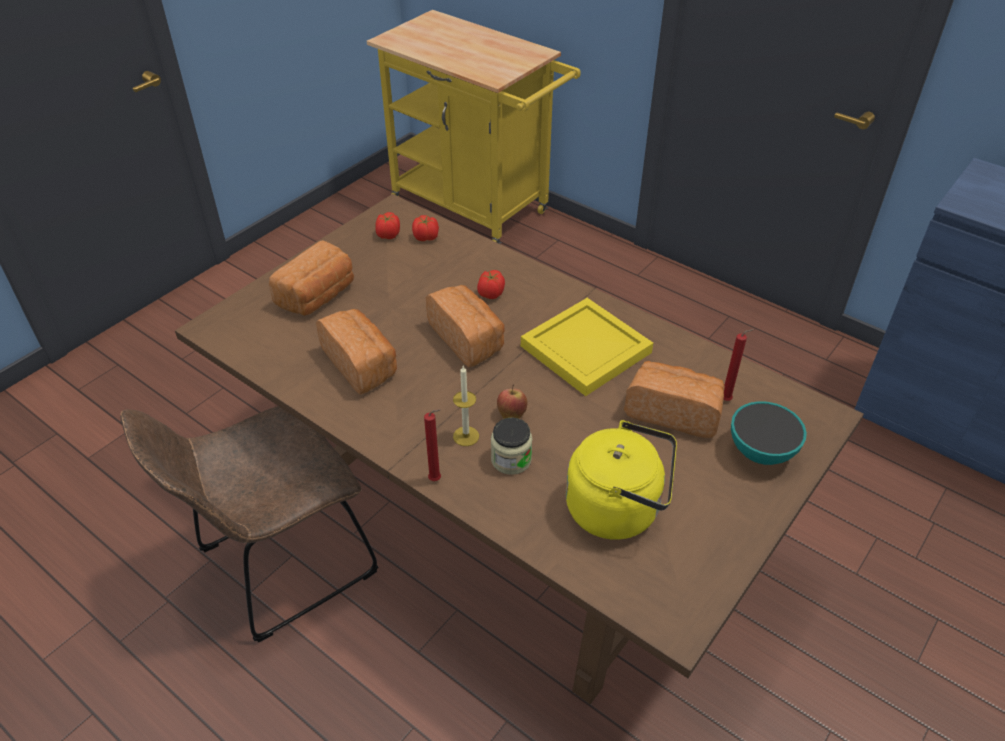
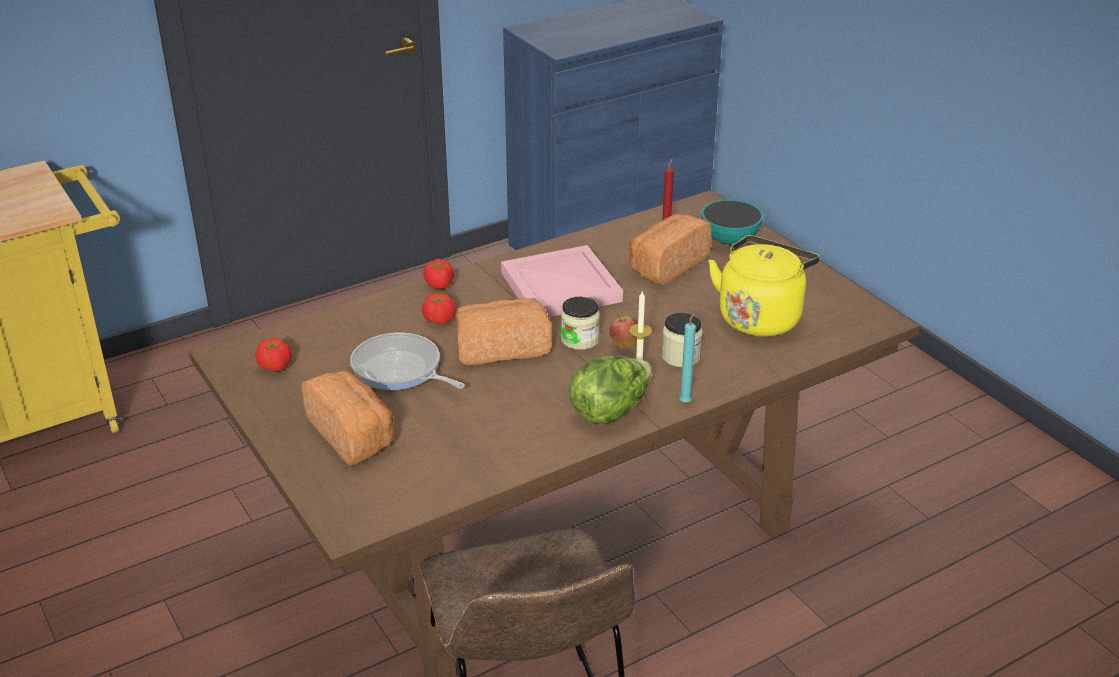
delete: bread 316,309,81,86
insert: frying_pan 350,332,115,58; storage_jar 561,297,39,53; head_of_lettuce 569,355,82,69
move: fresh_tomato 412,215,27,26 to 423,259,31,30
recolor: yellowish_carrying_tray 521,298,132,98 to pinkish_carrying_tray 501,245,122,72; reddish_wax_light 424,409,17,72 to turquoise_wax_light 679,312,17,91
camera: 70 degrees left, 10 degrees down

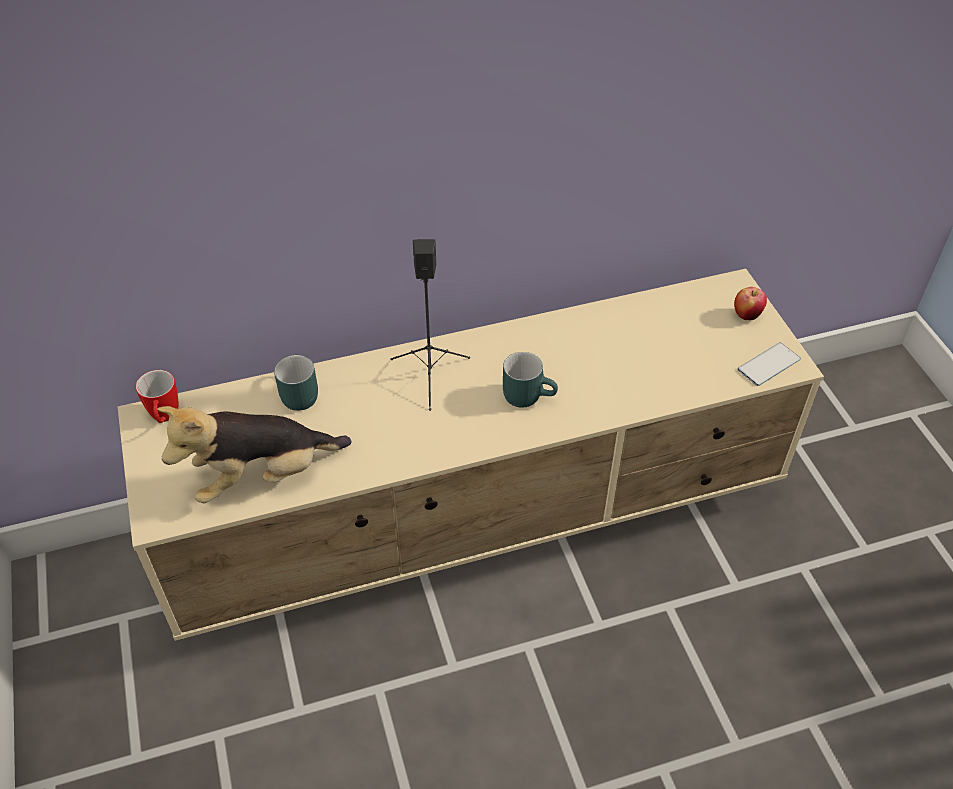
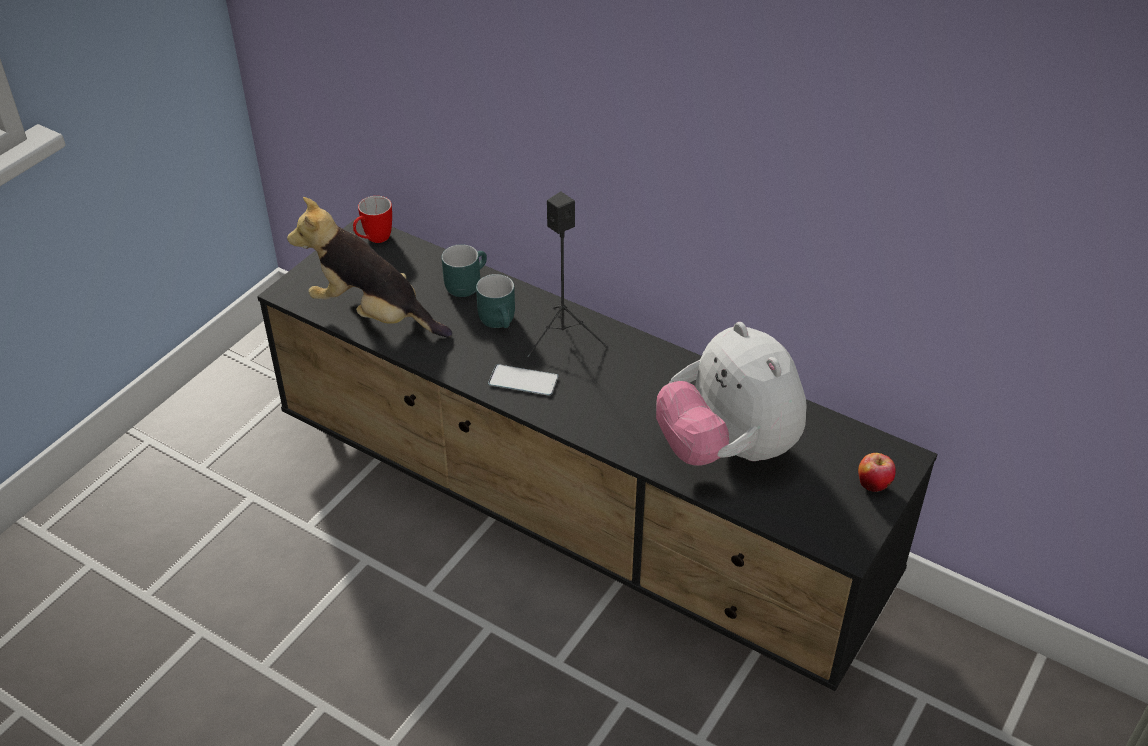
insert: cuddly_toy 656,322,151,144
move: turquoise_mug 503,352,55,56 to 476,274,39,54; handset 737,343,64,43 to 488,364,70,32
recolor: beige-coloured_tv_unit 118,269,706,372 to black_tv_unit 257,215,681,476
camera: 50 degrees right, 5 degrees down

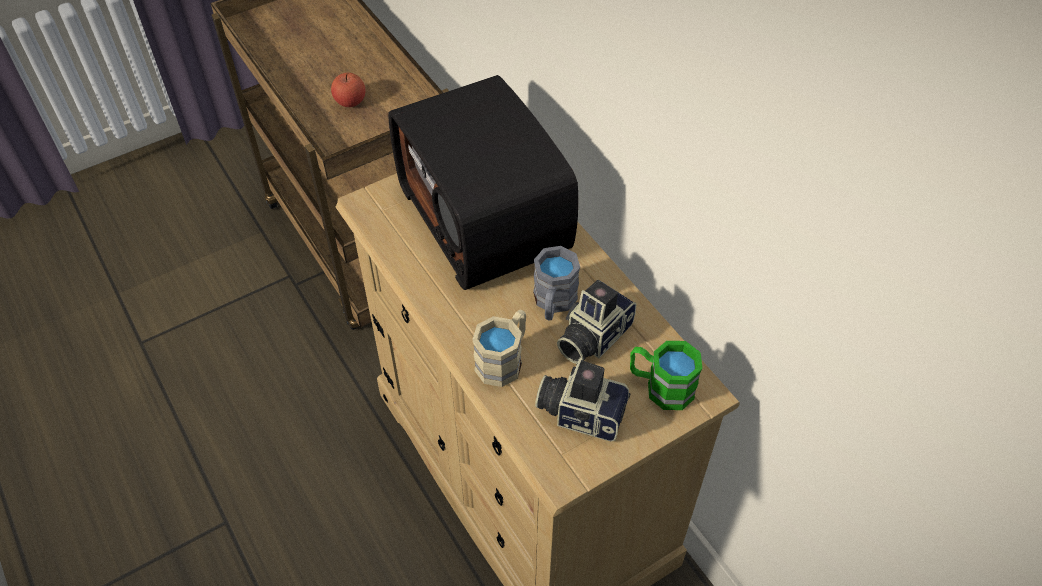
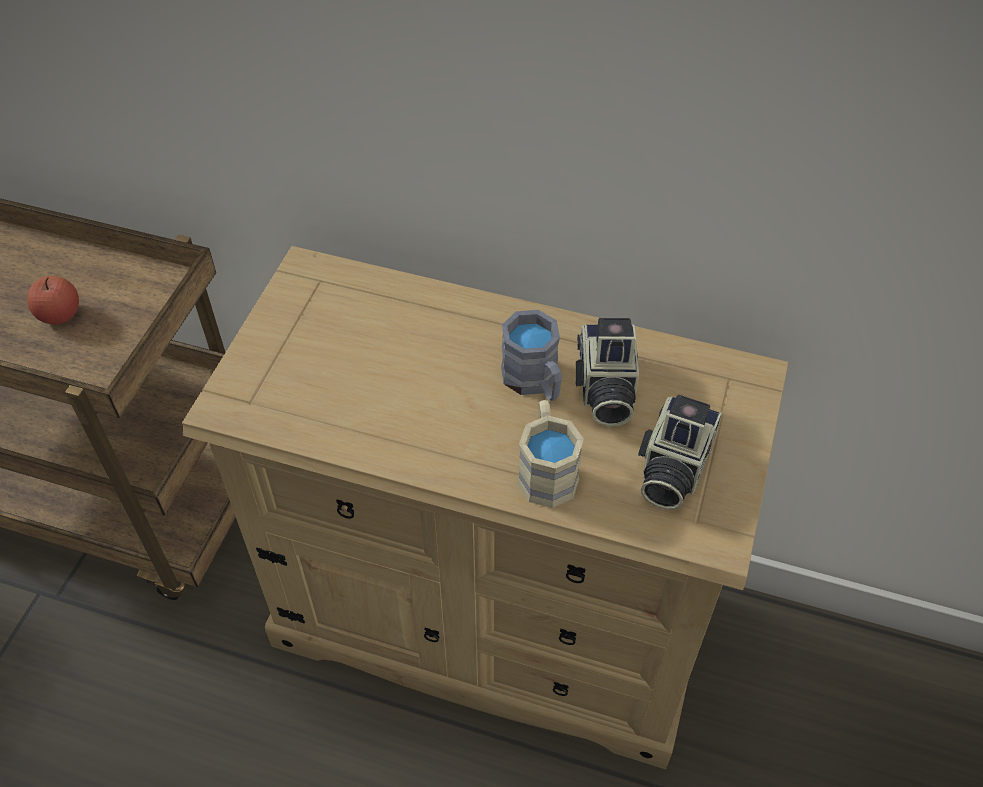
delete: radio_set 388,75,190,215; green-coloured_mug 630,341,72,69
rotate: still_camera 535,357,96,85 = 638,395,84,115 45 degrees counterclockwise
camera: 40 degrees left, 0 degrees up

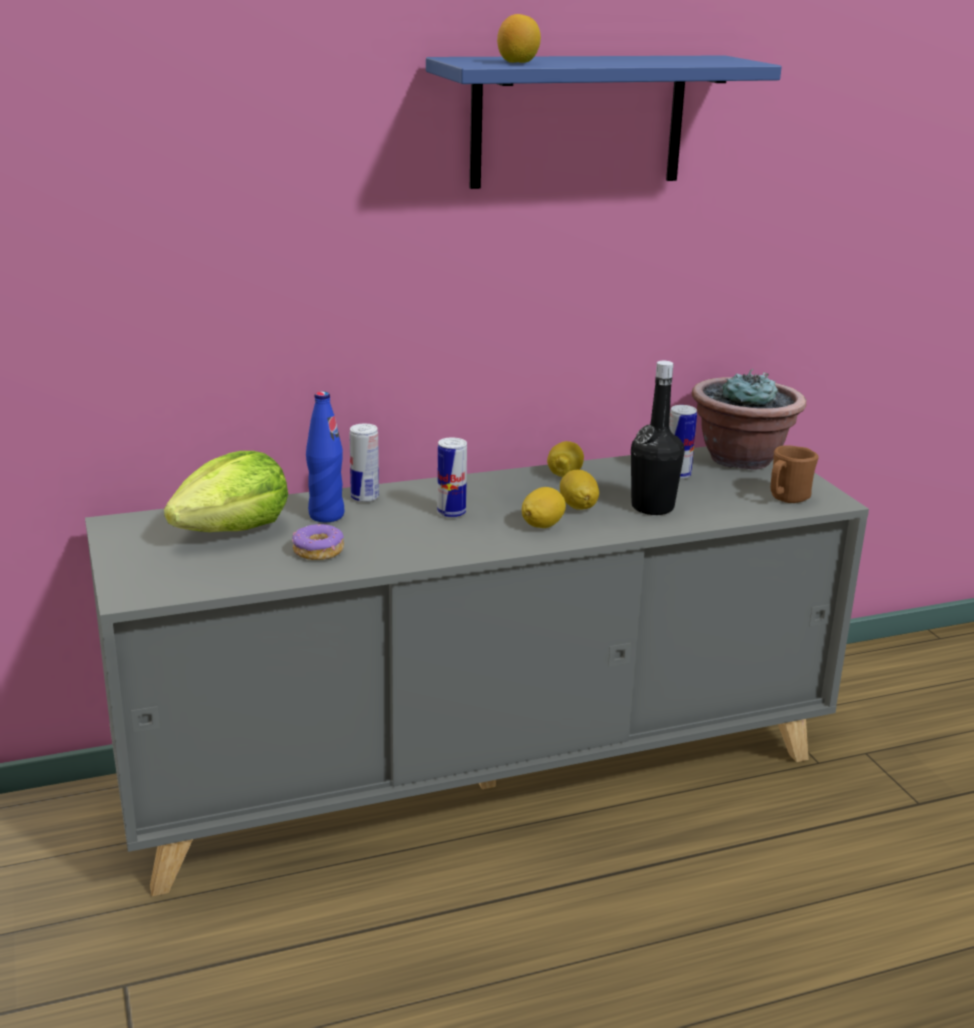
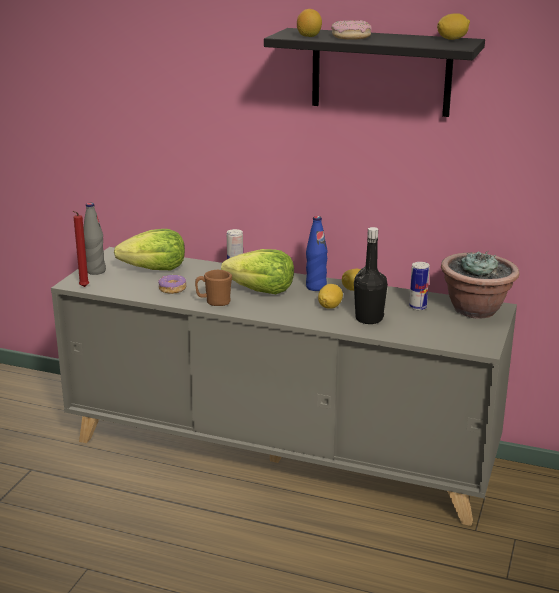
insert: reddish_wax_light 73,211,16,76; greyish_drink_bottle 83,203,23,72; donut 331,20,41,20
move: brown_mug 771,445,48,58 to 195,270,37,36; blue_drink_bottle 306,391,38,131 to 306,216,22,75; lemon 522,487,44,41 to 437,13,33,27
replace: can 437,437,30,81 to head_of_lettuce 221,249,73,45
recolor: blue_shelf 426,56,356,133 to black_shelf 264,28,221,89
camera: 40 degrees right, 0 degrees up

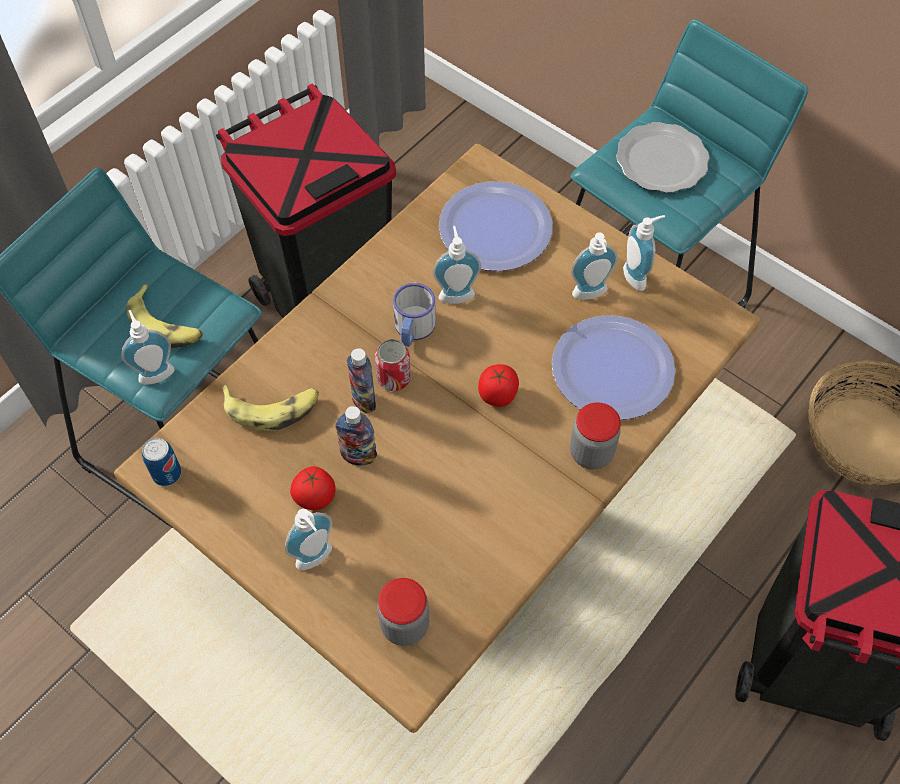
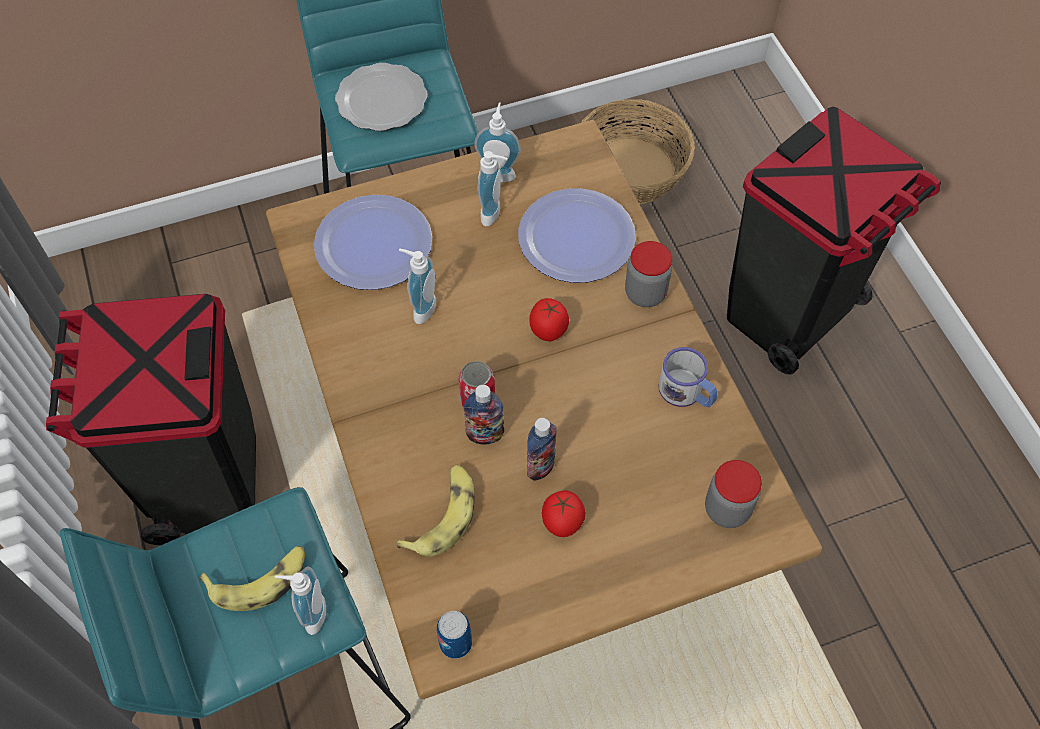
delete: liquid_soap_bottle 285,509,47,61
move: mug 393,283,43,64 to 659,347,58,60
camera: 60 degrees left, 0 degrees up

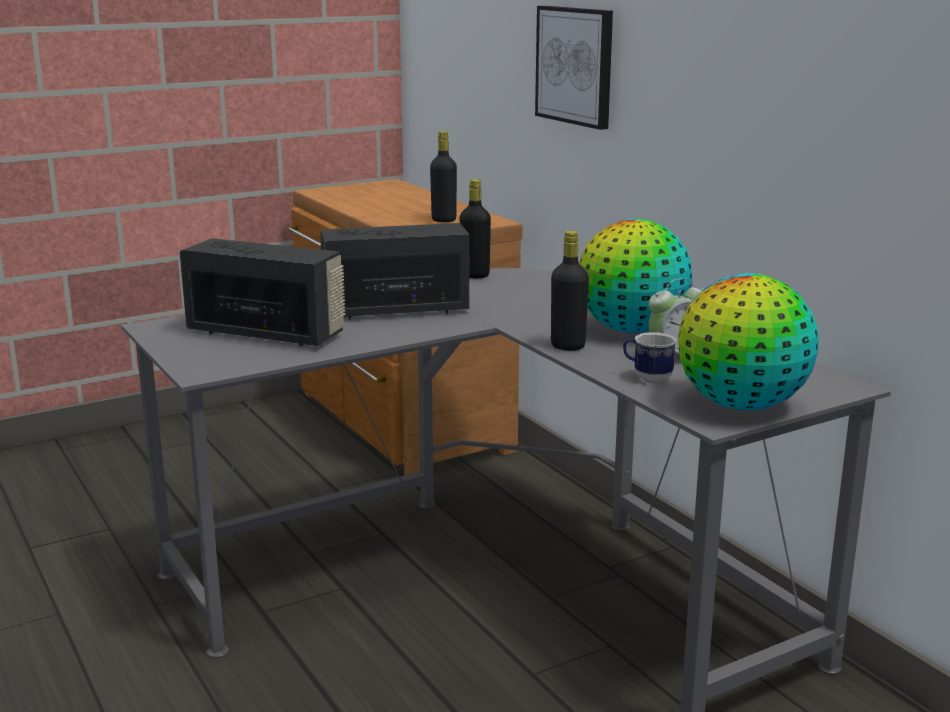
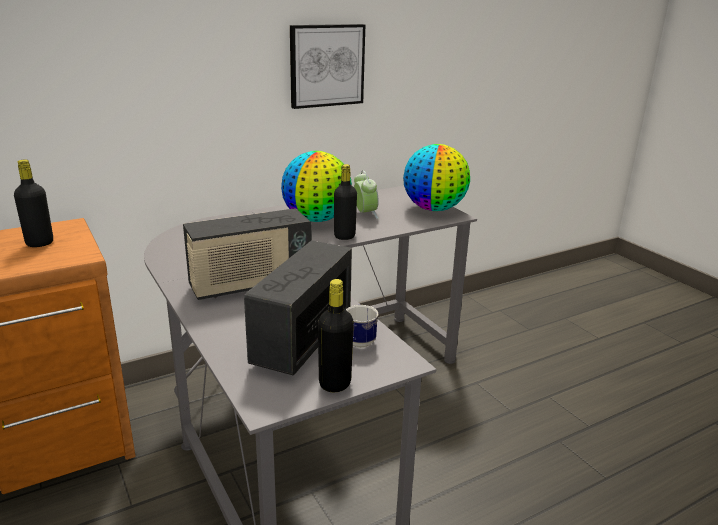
move: wall_picture 535,6,78,124 to 290,24,75,85; black_drink_bottle 460,179,31,99 to 318,279,36,113; mug 623,332,54,51 to 346,305,32,43
rotate: radio_set 320,223,149,97 = 183,208,129,92 105 degrees counterclockwise
camera: 90 degrees left, 5 degrees up

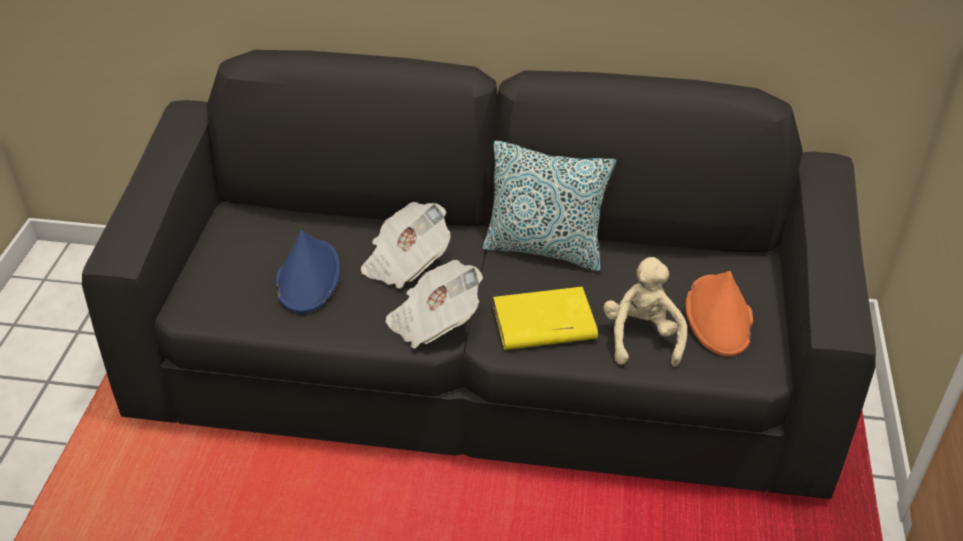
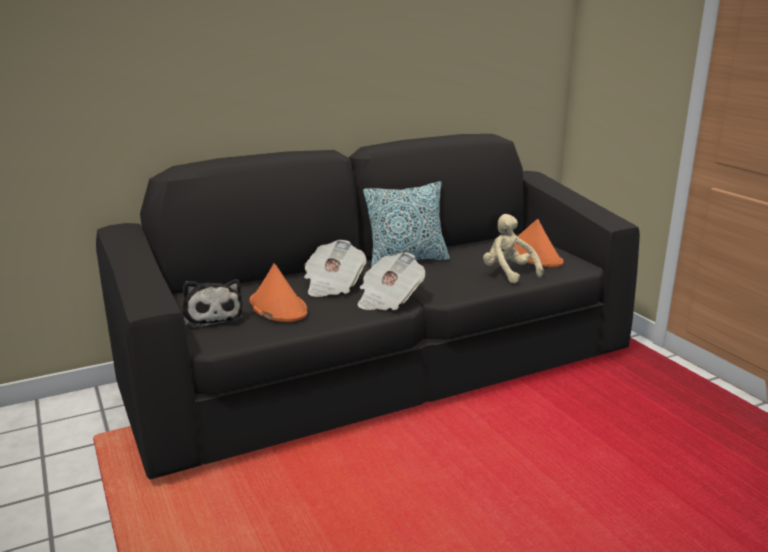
delete: yellowish_book 493,286,105,64
insert: cuddly_toy 183,279,60,50
recolor: blue_clothing_hat 276,230,64,83 to orange_clothing_hat 250,263,58,59
camera: 35 degrees left, 20 degrees down

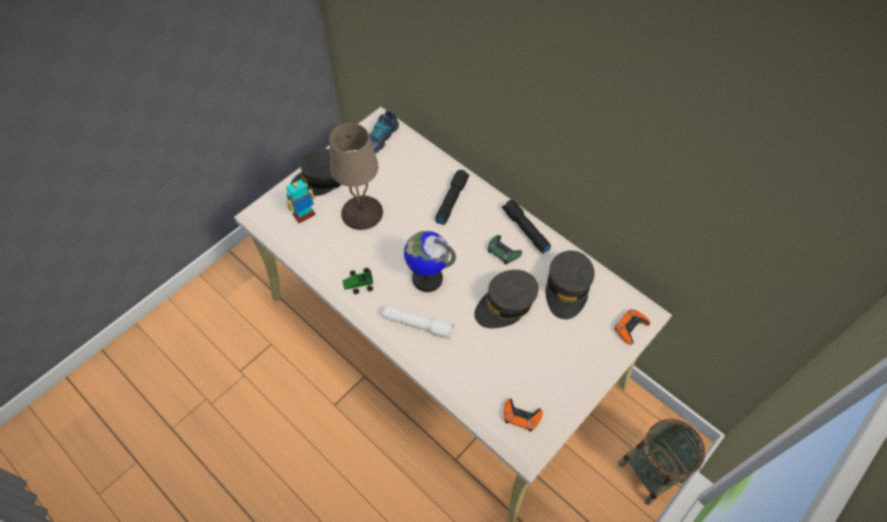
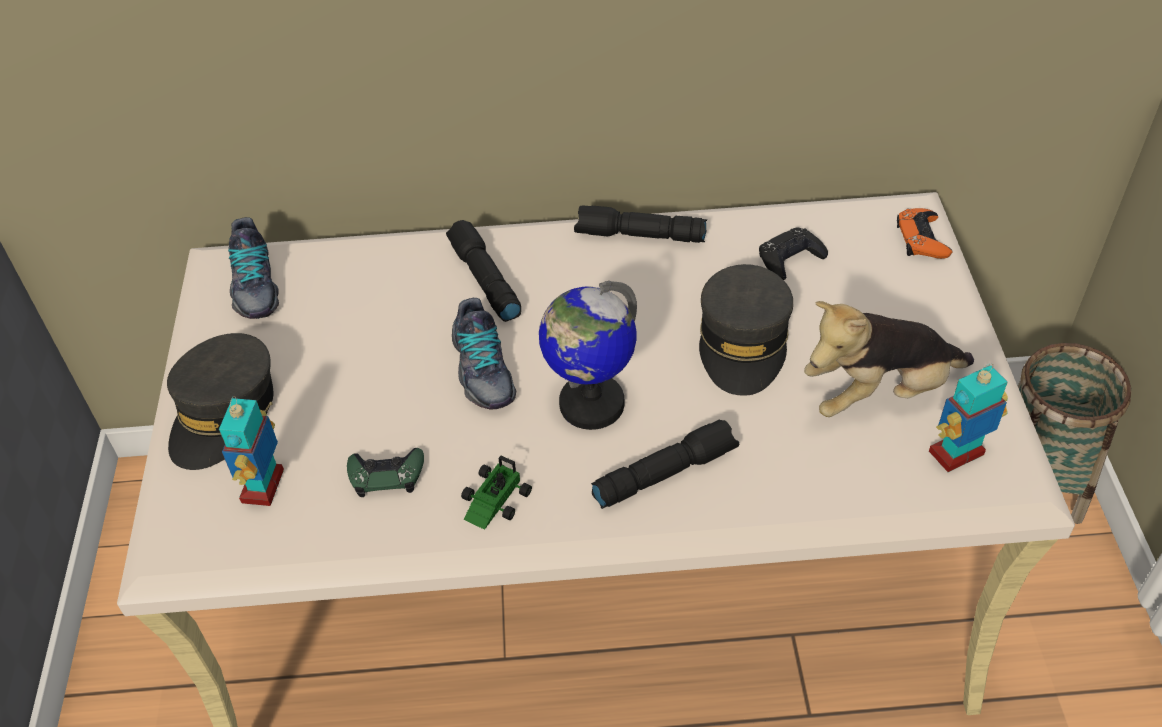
delete: beige-coloured_table_lamp 330,123,53,107
insert: item_of_footwear 452,298,64,111; cuddly_toy 804,301,170,116
move: green-coloured_gamepad 488,235,34,30 to 347,448,77,49
replace: greyish_baseball_cap 545,250,50,69 to black_gamepad 759,227,69,53; orange_gamepad 504,398,39,33 to robot_figure 929,364,79,108
recolor: white_hand_torch 382,306,73,33 to black_hand_torch 591,420,148,89
camera: 45 degrees left, 10 degrees down

